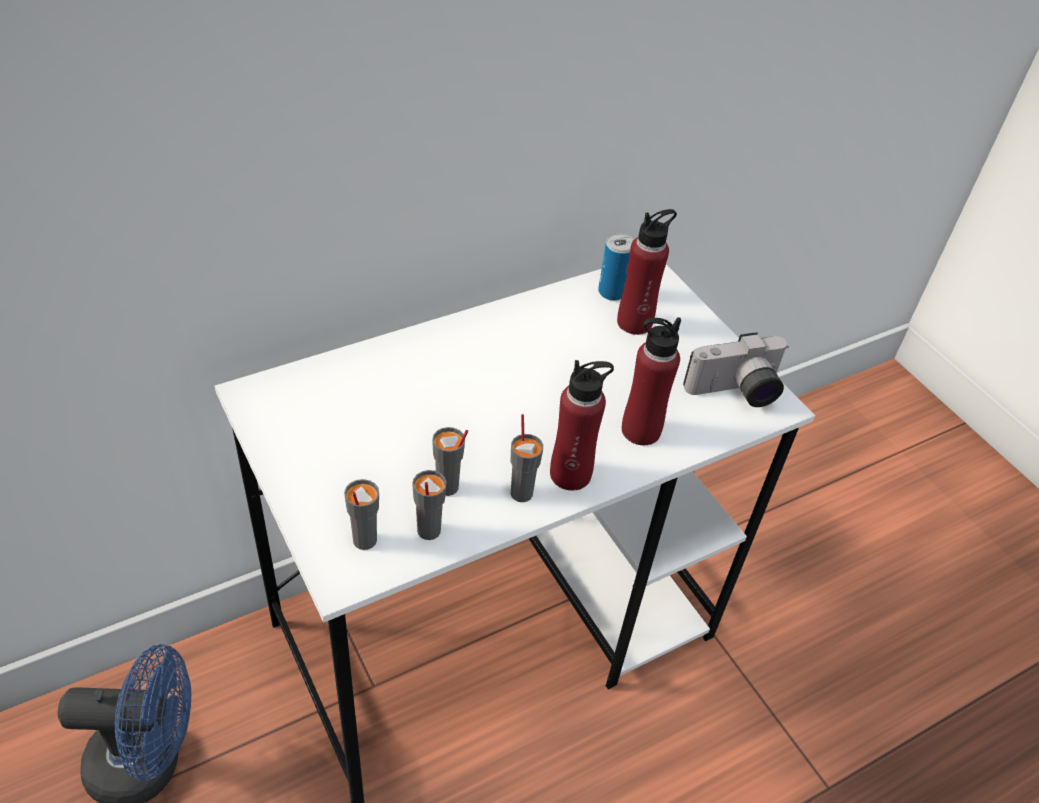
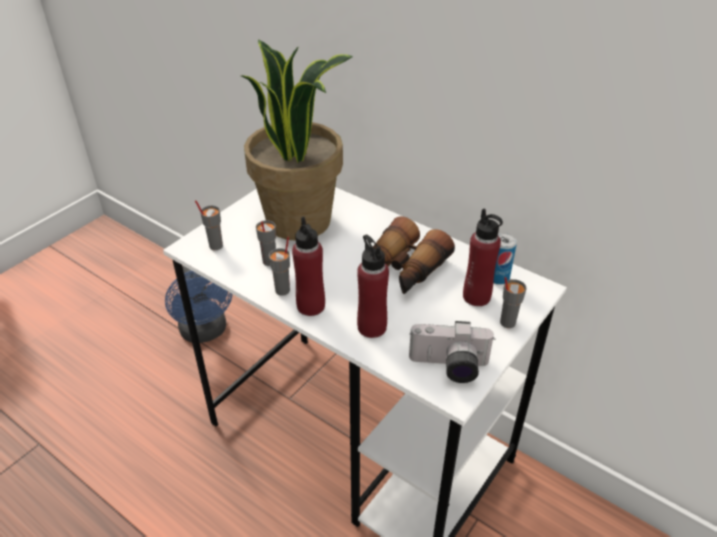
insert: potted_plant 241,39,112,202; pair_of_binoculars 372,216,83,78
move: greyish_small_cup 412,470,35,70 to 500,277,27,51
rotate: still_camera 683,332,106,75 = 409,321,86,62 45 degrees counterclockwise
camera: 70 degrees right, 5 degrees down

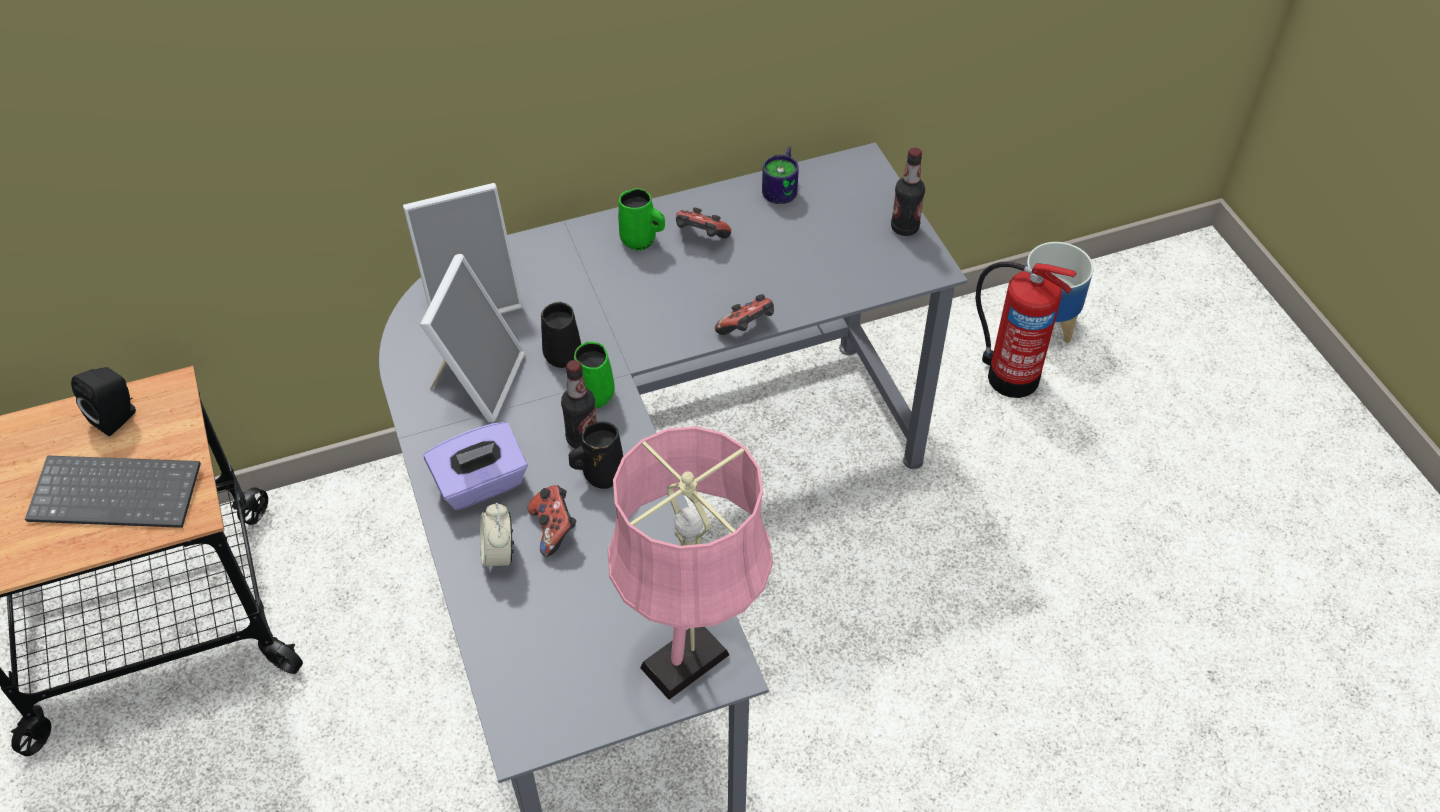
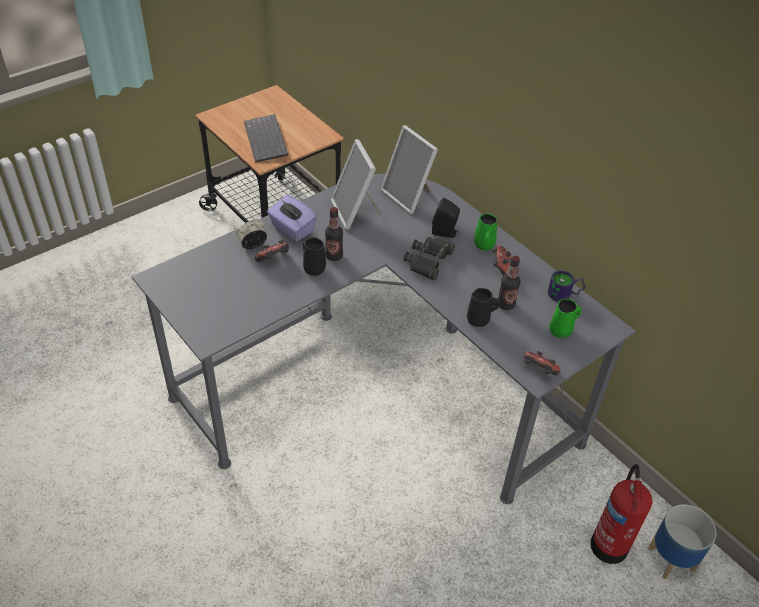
delete: pinkish_table_lamp 607,426,166,274
insert: black_pair_of_binoculars 403,237,52,44
move: black_audio_speaker 71,367,65,69 to 432,198,28,40; black_mug 541,302,40,66 to 467,288,32,39; drink_bottle 891,148,34,88 to 498,256,22,54; gamepad 715,294,59,41 to 524,351,36,24; green-coloured_mug 574,341,41,67 to 550,299,32,39
rotate: picture_frame 420,254,105,168 = 331,139,49,91 75 degrees clockwise
camera: 70 degrees right, 5 degrees down

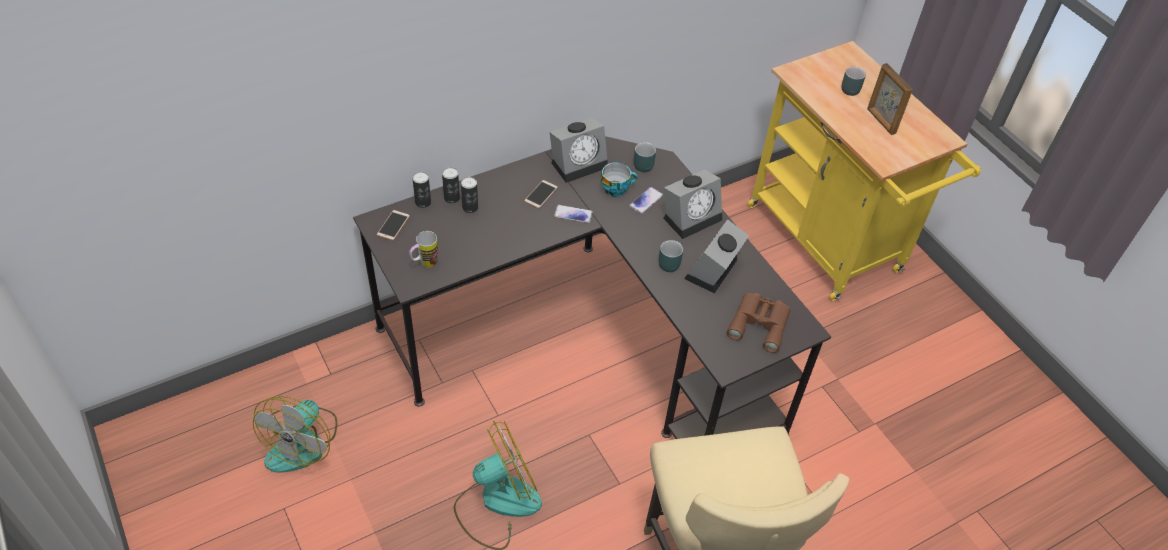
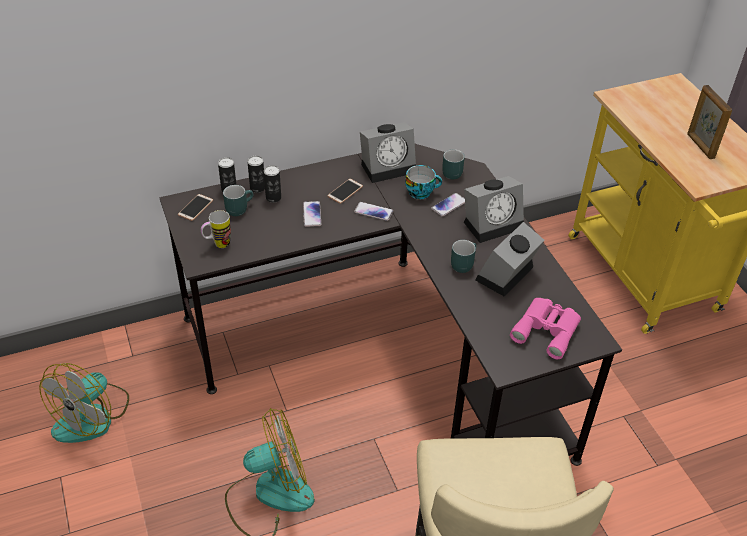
insert: handset 303,201,18,26
move: turquoise_mug 841,66,25,30 to 223,185,30,31
recolor: brown_pair_of_binoculars 727,293,64,60 to pinkish_pair_of_binoculars 510,298,71,61
camera: 10 degrees right, 5 degrees down

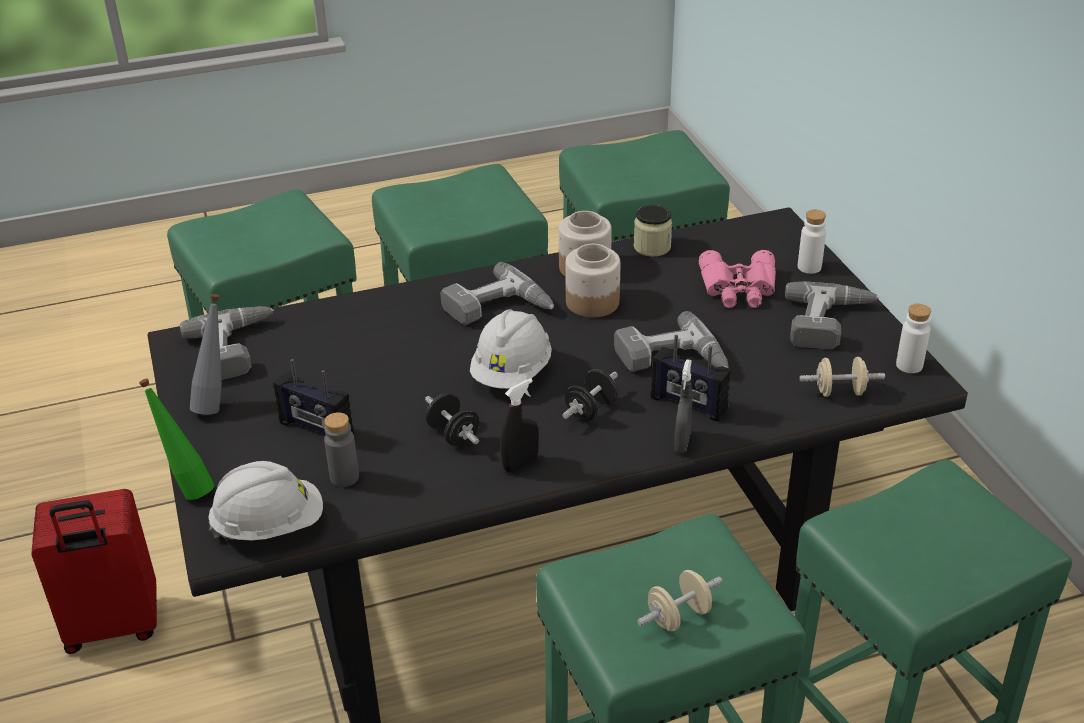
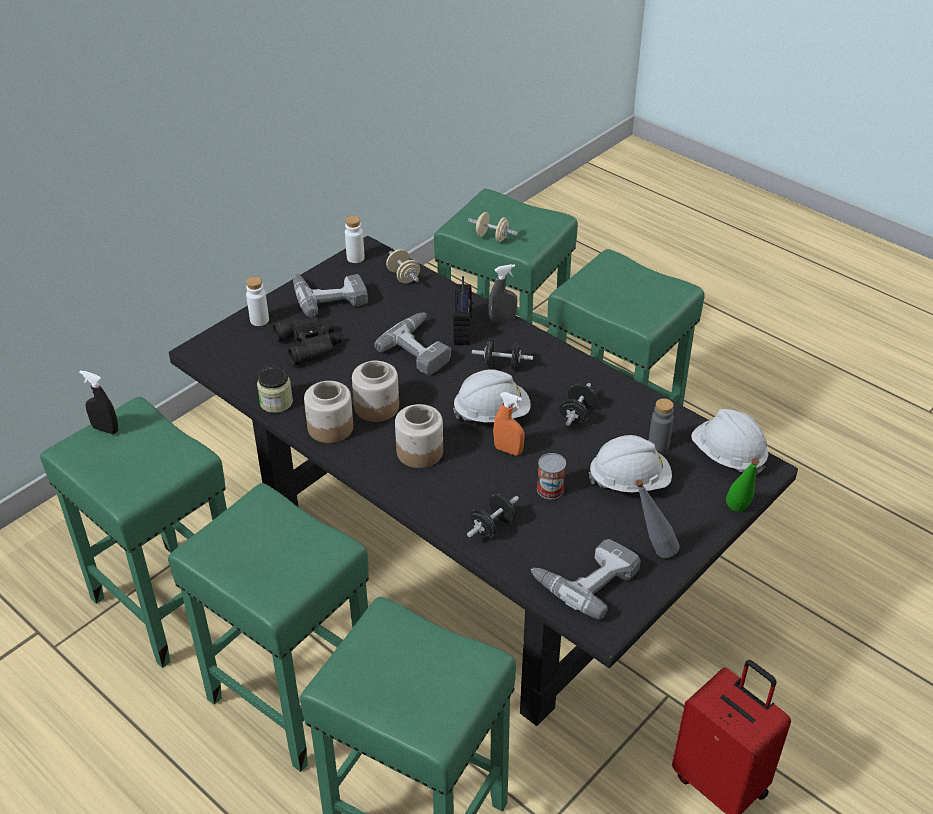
insert: black_free_weight 467,494,52,44; orange_sprayer 493,392,32,64; can 537,453,29,46
move: black_sprayer 500,378,39,95 to 79,370,39,64; beige-coloured_free_weight 637,570,85,61 to 468,212,50,30
replace: drill 440,262,114,63 to storage_jar 395,404,48,64; radio_set 273,359,81,76 to white_hard_hat 589,435,83,57
recolor: pinkish_pair_of_binoculars 699,250,77,58 to black_pair_of_binoculars 273,317,69,49
camera: 120 degrees left, 5 degrees up

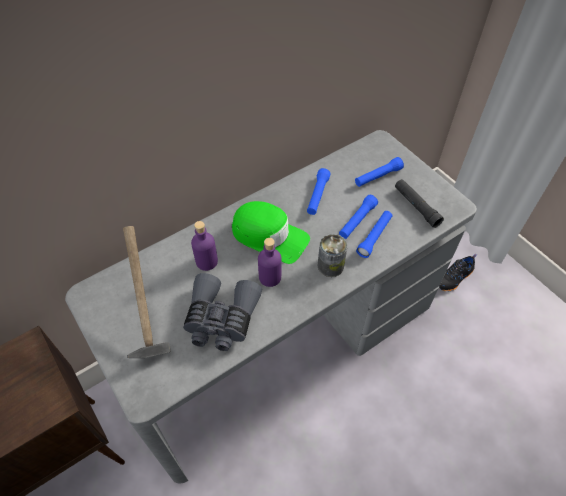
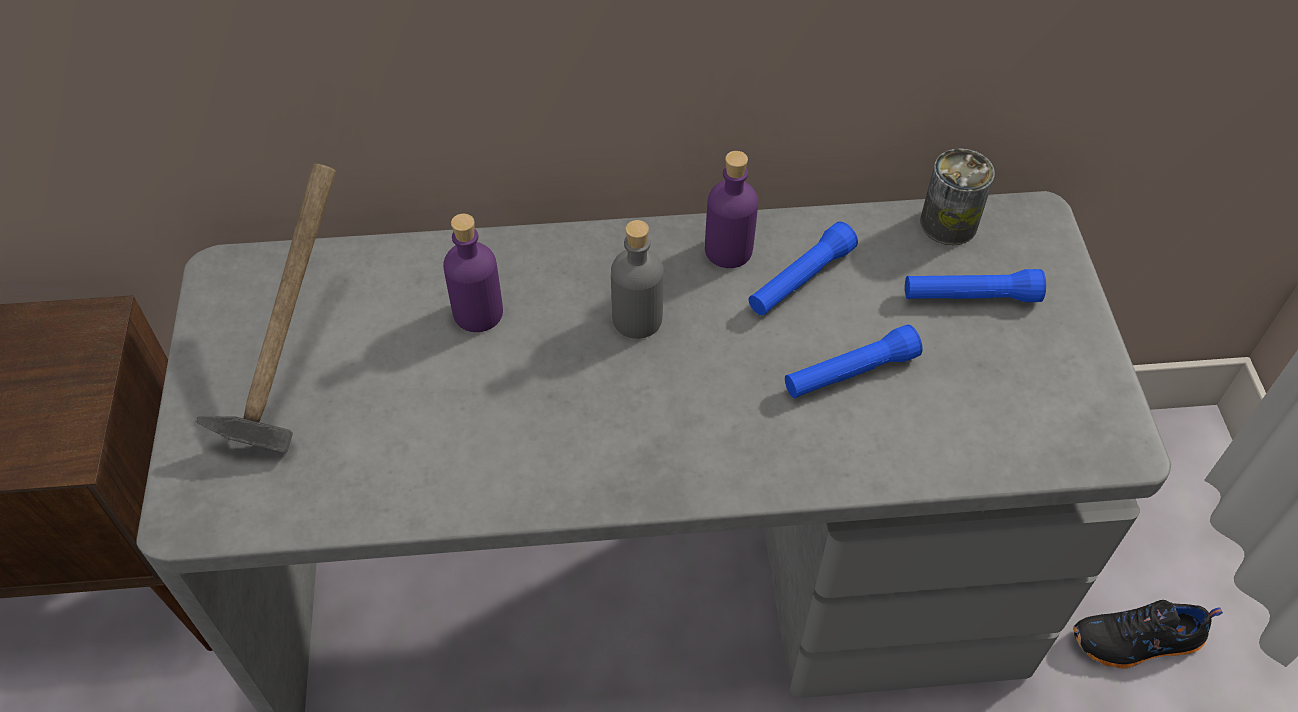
delete: greyish_pair_of_binoculars 183,273,79,78; blue_hand_torch 356,211,36,47; black_hand_torch 395,179,49,49
move: purplish_drink_bottle 258,238,24,49 to 705,151,53,117; can 318,234,30,43 to 920,149,75,96
replace: green-coloured_baseball_cap 232,201,78,63 to greyish_drink_bottle 611,220,53,119
camera: 30 degrees right, 0 degrees up

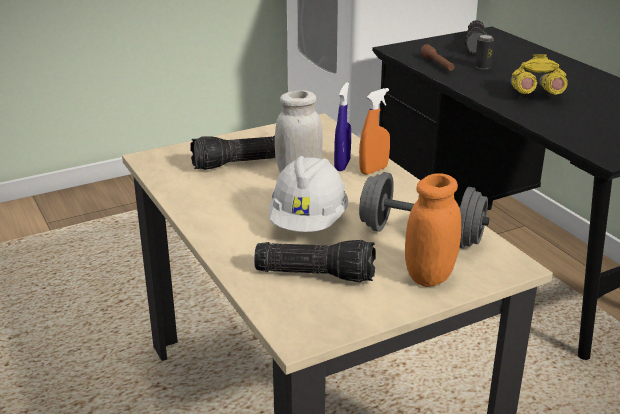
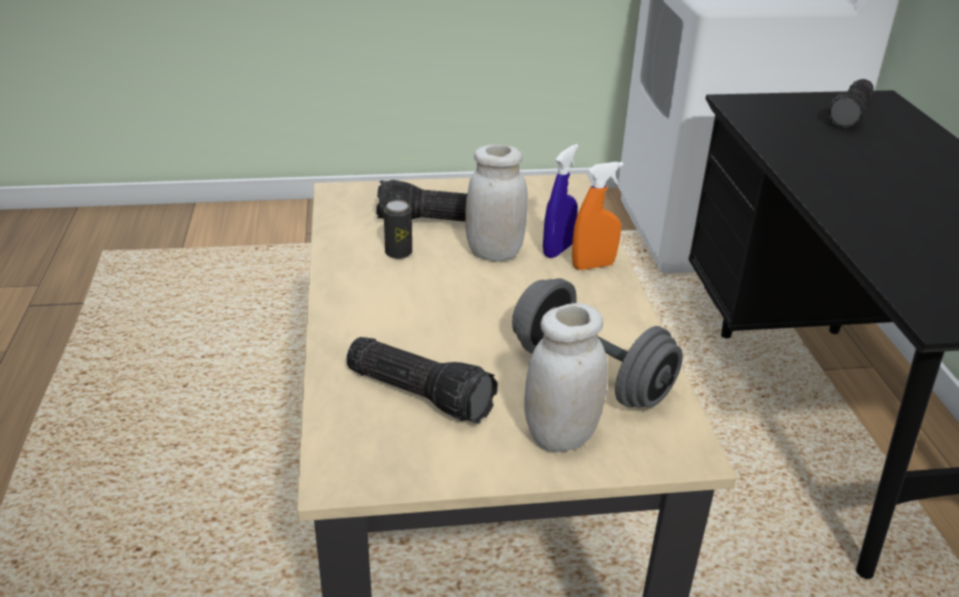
delete: white_hard_hat 269,156,79,76; brown_hand_torch 420,44,35,27; yellowish_pair_of_binoculars 510,54,58,41
move: can 475,35,19,35 to 384,200,28,59
recolor: orange_storage_jar 405,173,56,114 to white_storage_jar 524,303,83,149
camera: 20 degrees right, 5 degrees up

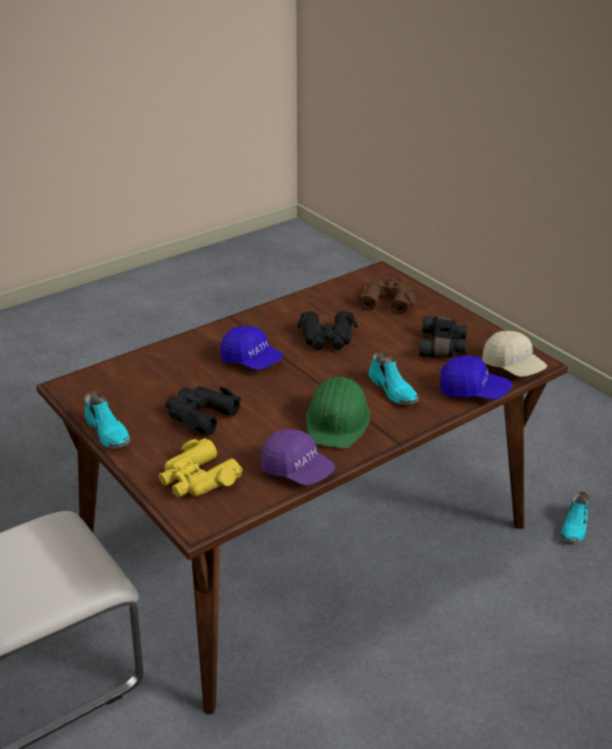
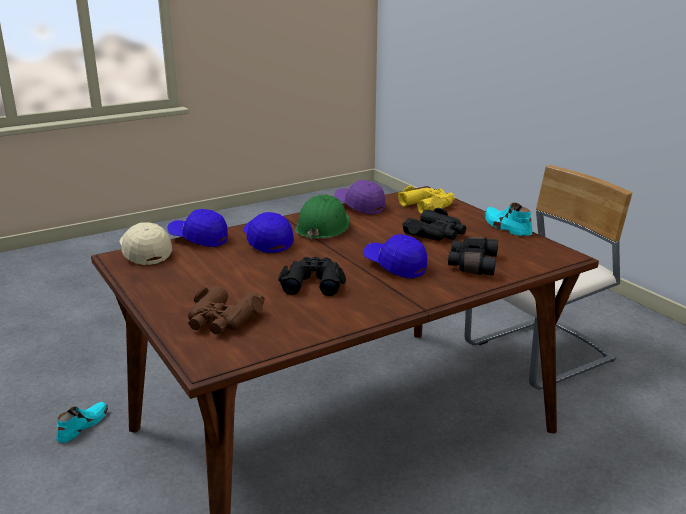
move: black_pair_of_binoculars 419,316,48,42 to 448,237,50,38
replace: turquoise_item_of_footwear 368,352,51,53 to blue_baseball_cap 244,212,50,41
camera: 175 degrees left, 10 degrees down

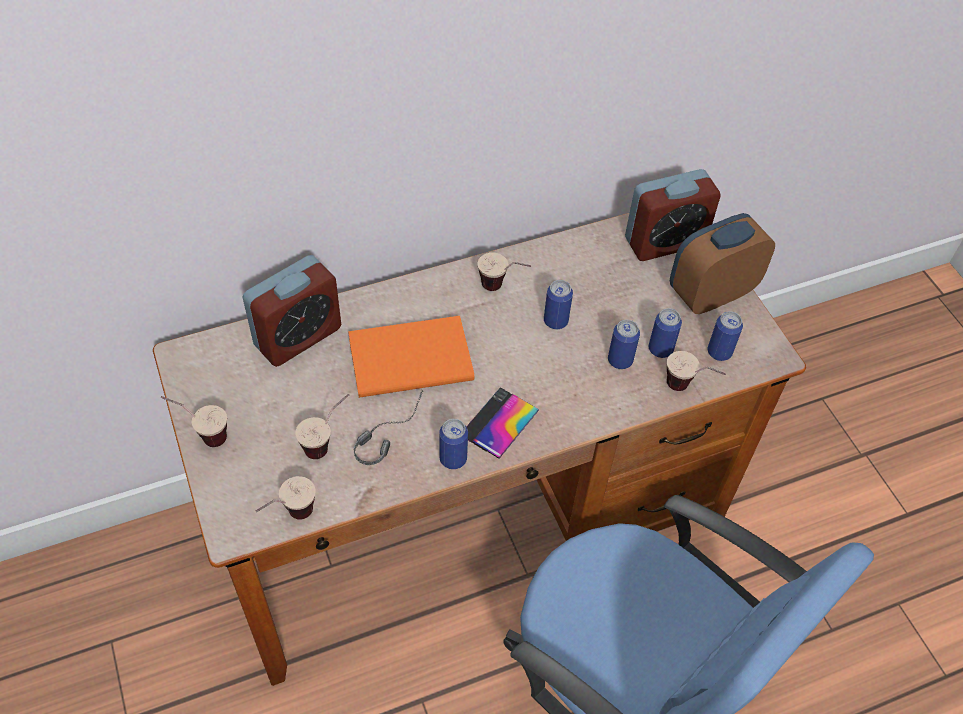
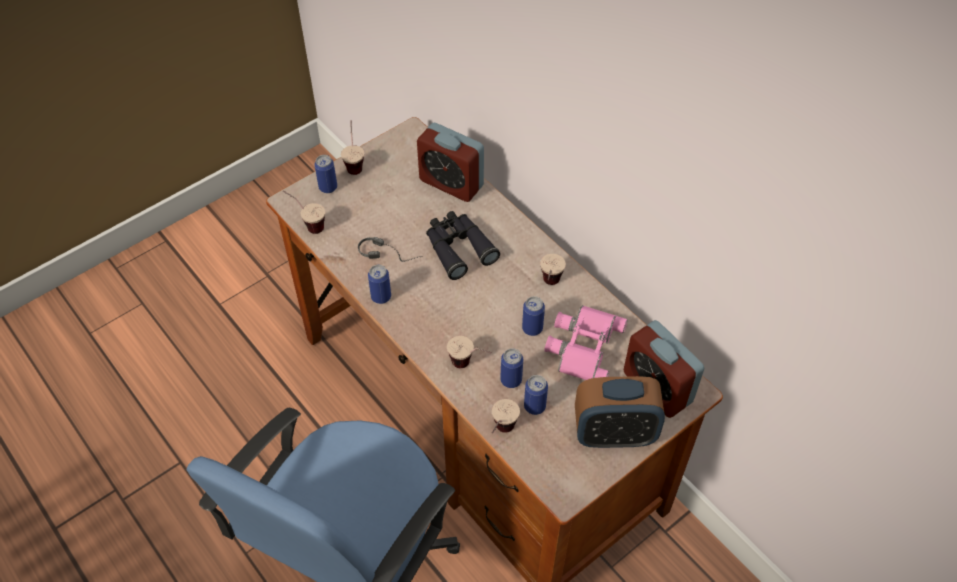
delete: handset 466,387,73,72
insert: pinkish_pair_of_binoculars 544,305,84,75
move: can 708,311,35,50 to 314,155,23,38; small_cup 295,394,54,65 to 447,336,44,32
replace: orange_book 348,316,126,82 to black_pair_of_binoculars 426,211,74,69
rotate: alarm_clock 670,213,105,101 = 575,376,90,72 135 degrees clockwise
camera: 75 degrees right, 0 degrees up

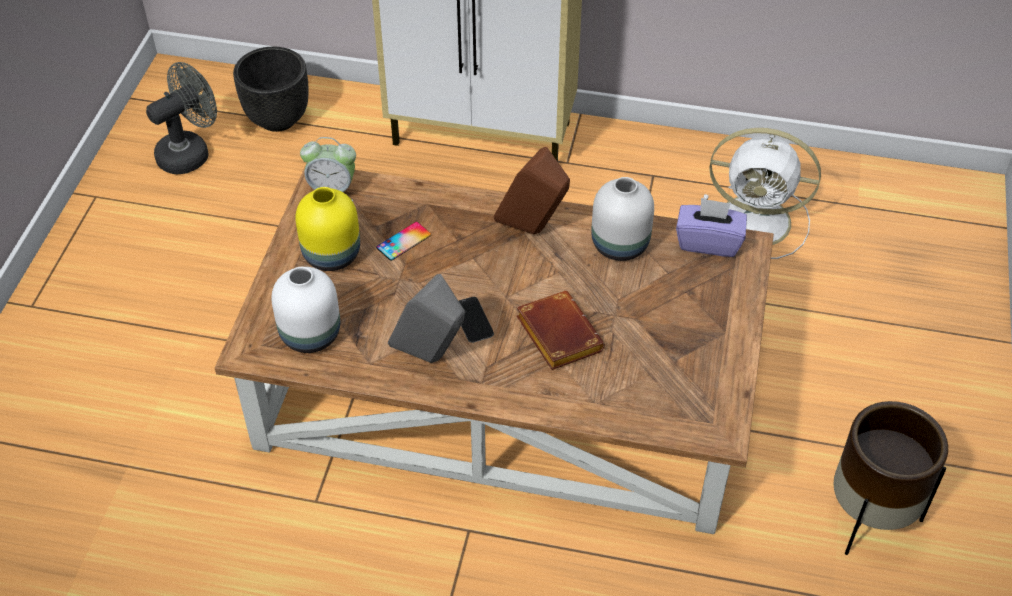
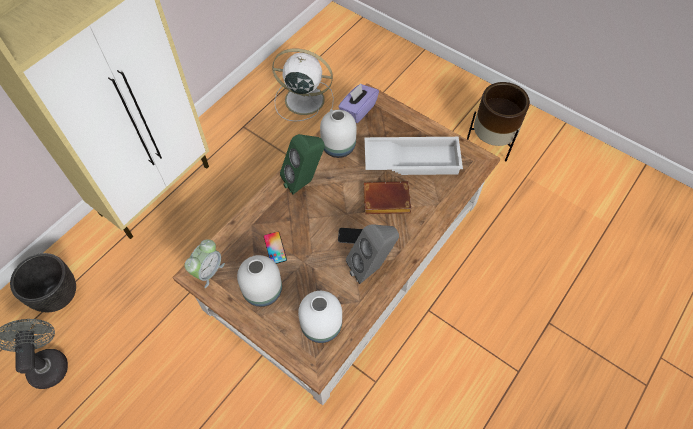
insert: white_carrying_tray 364,137,99,38
recolor: yellowish_vase 295,187,65,84 to white_vase 237,255,45,52; brown_audio_speaker 494,147,76,88 to green-coloured_audio_speaker 280,134,45,60
rotate: white_cooling_fan 703,128,118,131 = 272,49,62,73 120 degrees counterclockwise
camera: 65 degrees left, 10 degrees up

